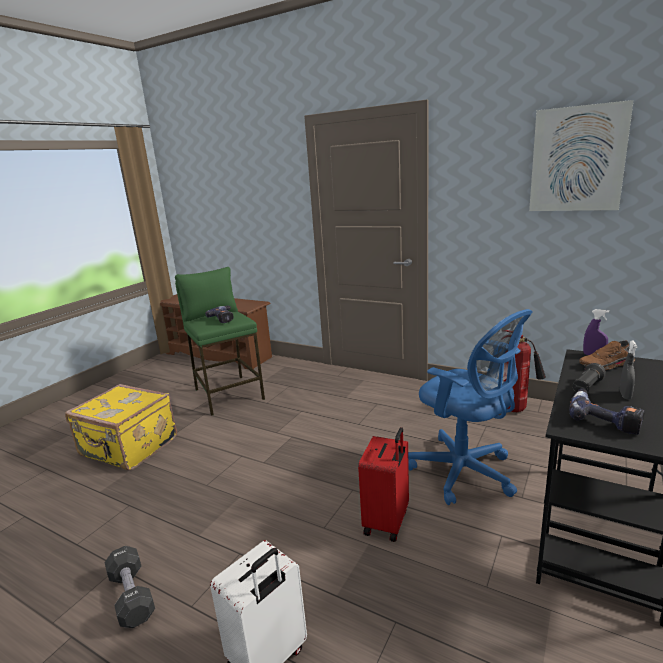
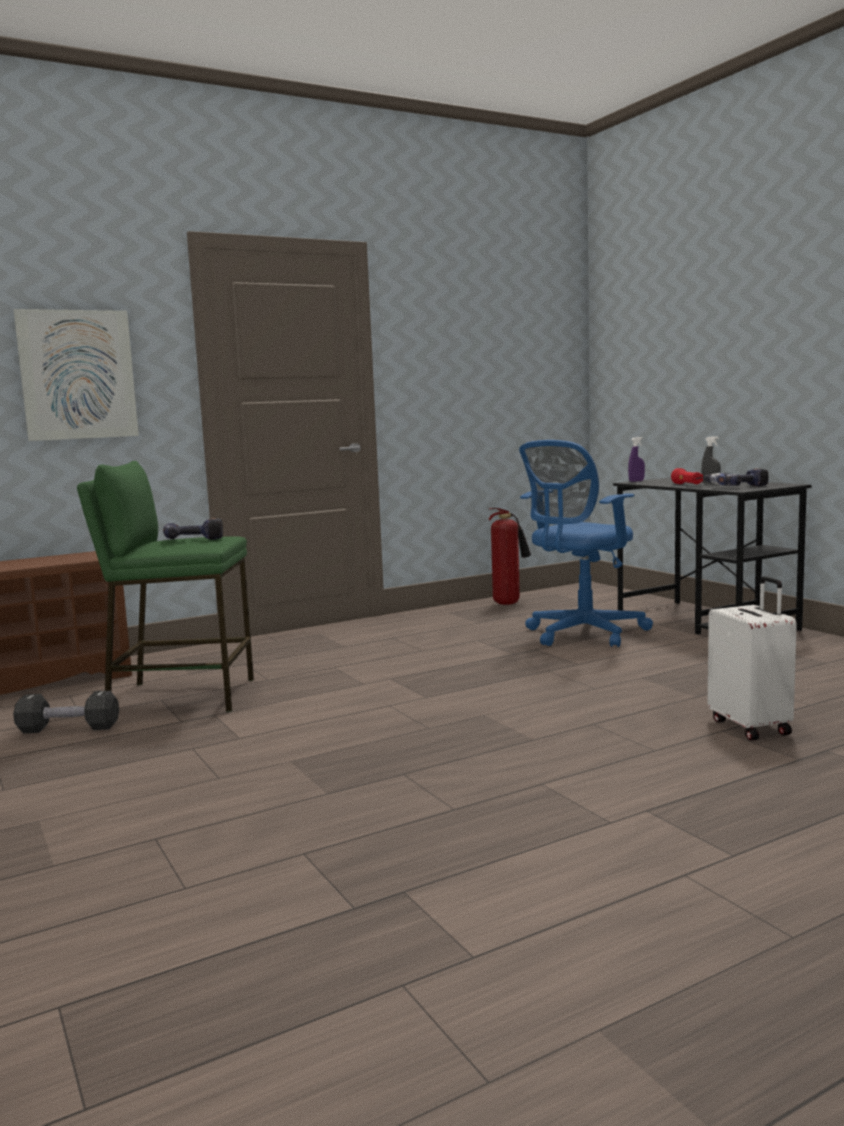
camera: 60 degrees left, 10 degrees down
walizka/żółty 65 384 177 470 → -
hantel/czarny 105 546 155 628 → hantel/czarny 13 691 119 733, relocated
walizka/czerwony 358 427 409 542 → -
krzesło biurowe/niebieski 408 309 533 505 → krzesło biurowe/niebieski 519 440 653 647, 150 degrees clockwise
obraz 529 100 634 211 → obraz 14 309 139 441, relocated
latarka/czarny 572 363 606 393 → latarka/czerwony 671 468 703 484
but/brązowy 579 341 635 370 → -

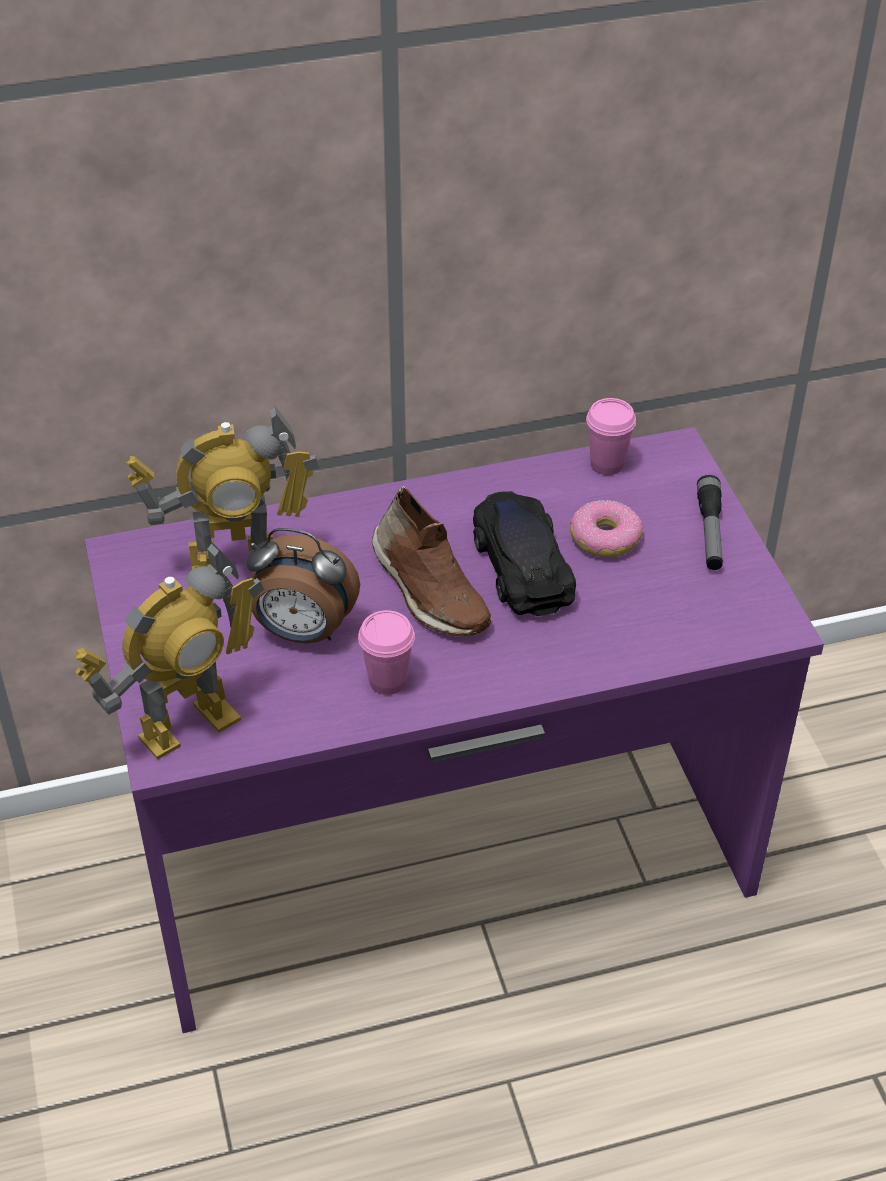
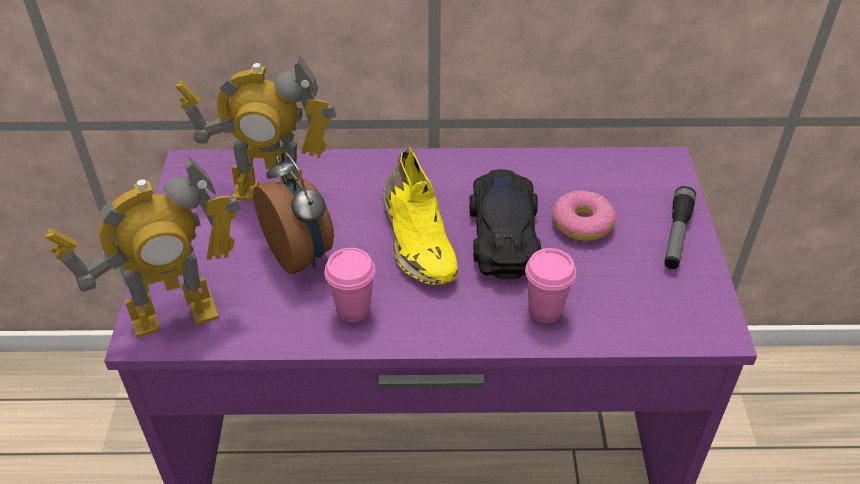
camera: 15 degrees right, 0 degrees up
budzik 246 528 360 643 → budzik 253 152 334 274, 150 degrees counterclockwise
but/brązowy 372 486 491 636 → but/żółty 383 147 458 285
filiżanka/różowy 586 398 636 475 → filiżanka/różowy 525 248 576 323, relocated

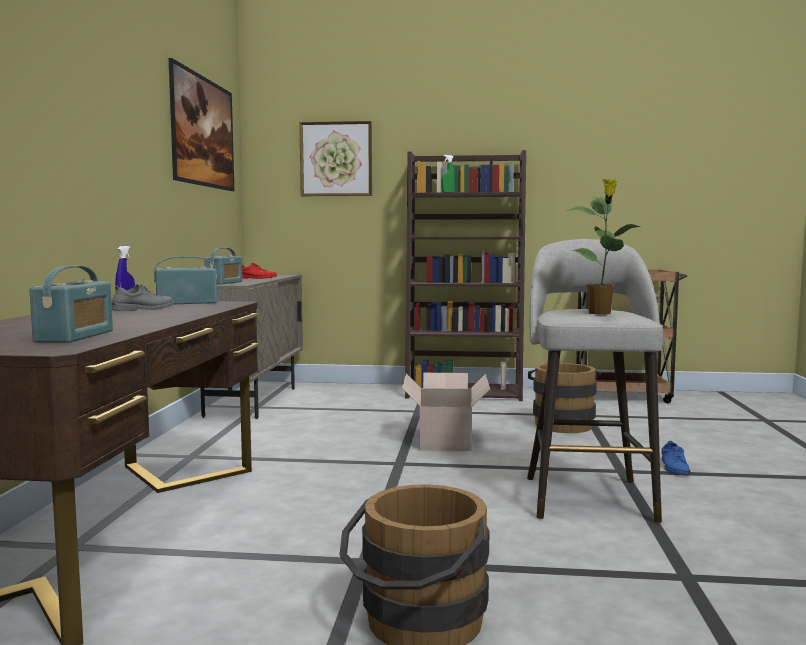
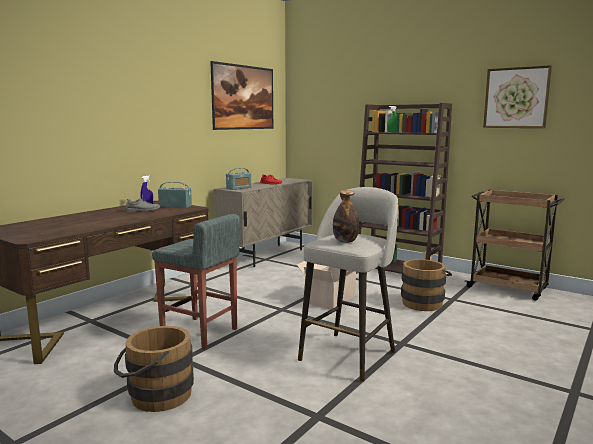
camera: 30 degrees right, 5 degrees up
radio 30 265 113 343 → -
obraz 299 121 372 196 → obraz 483 65 552 128, relocated
roślina doniczkowa 566 179 641 315 → butelka 333 190 359 243
but/niebieski 661 441 690 475 → -
- → stołek/szary 152 214 240 349

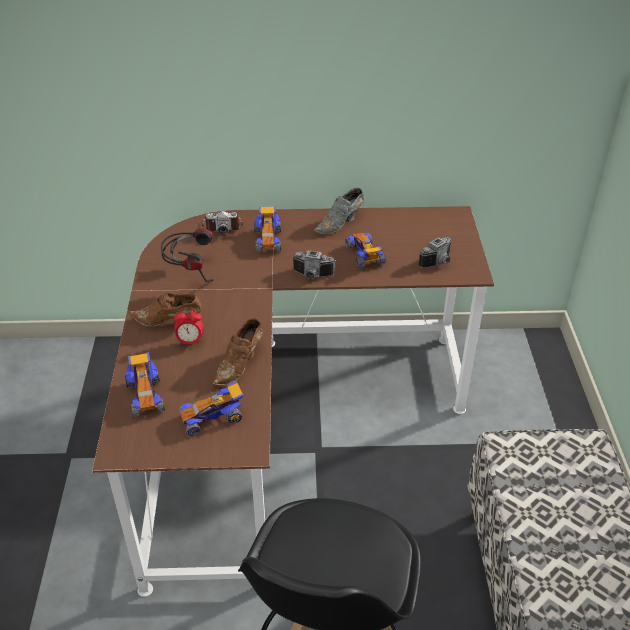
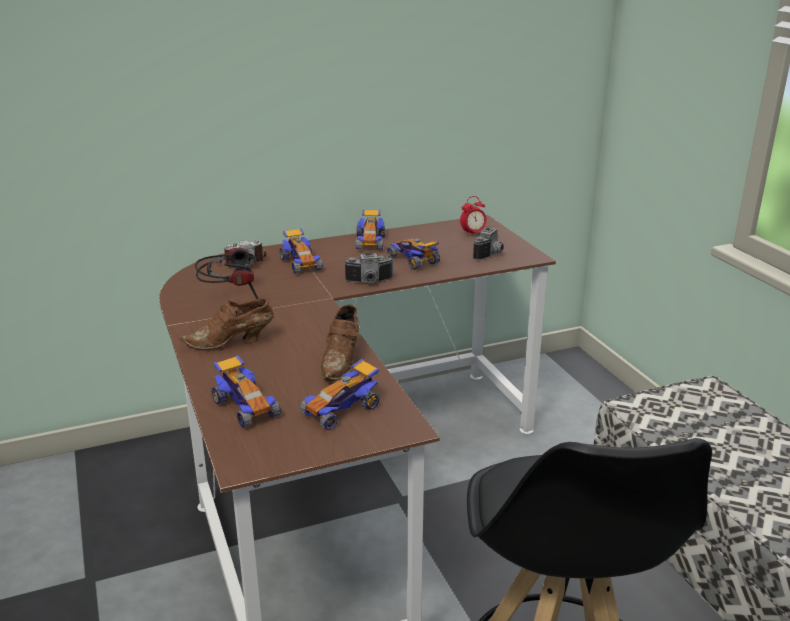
camera: 20 degrees left, 15 degrees down
budzik 174 307 204 347 → budzik 460 196 487 235, relocated
but/szary 314 188 364 235 → samochodzik 356 209 385 251

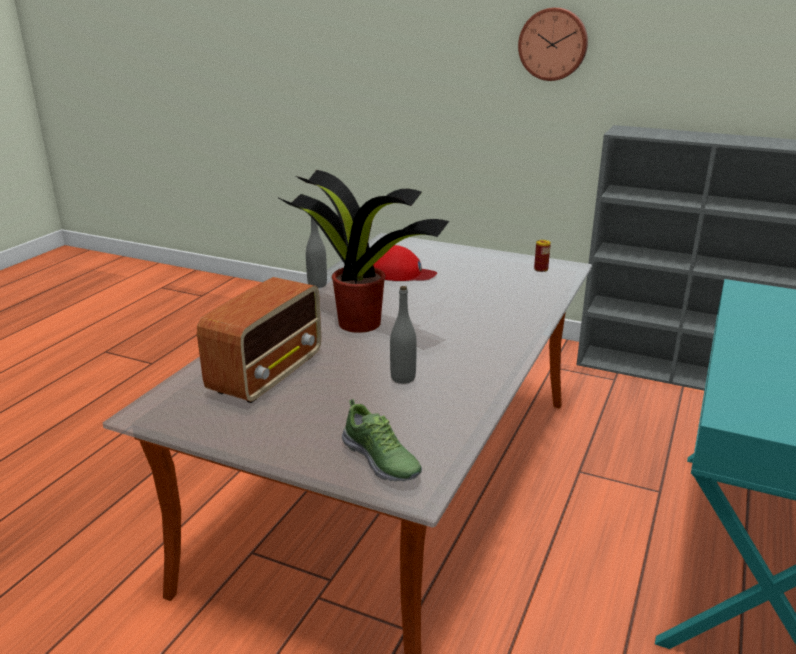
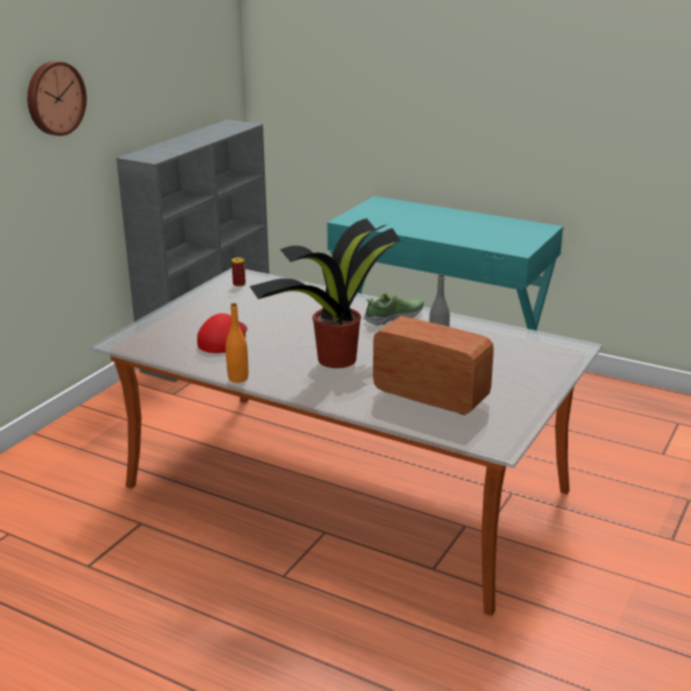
camera: 85 degrees left, 0 degrees up
butelka/szary 306 218 327 288 → butelka/pomarańczowy 226 303 248 383
but 342 399 422 482 → but 364 293 424 326, relocated

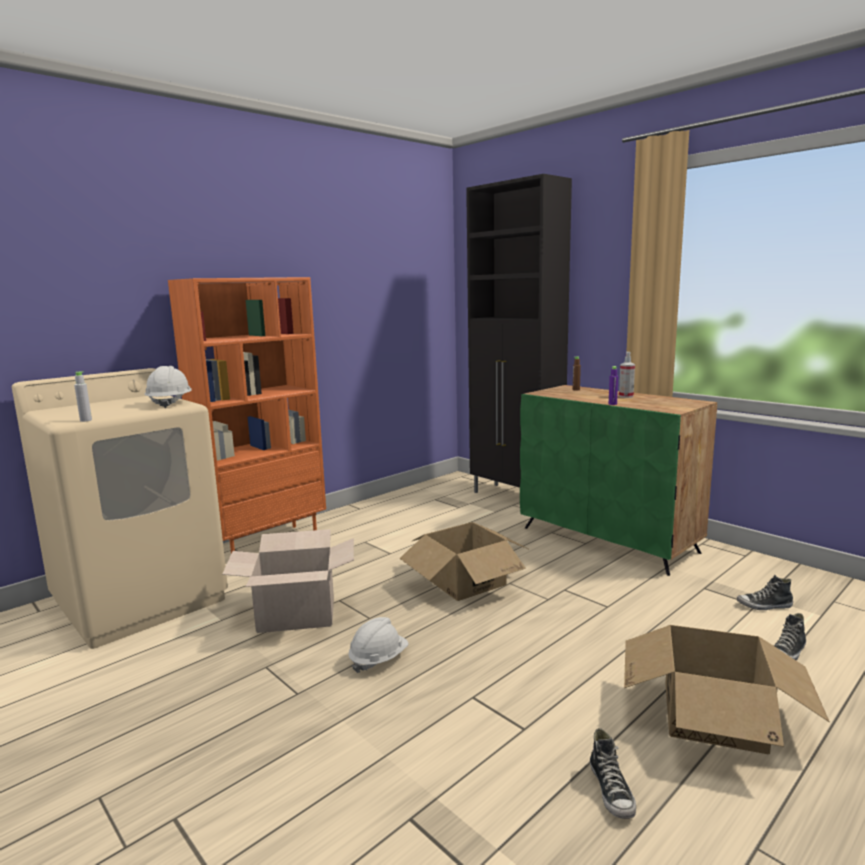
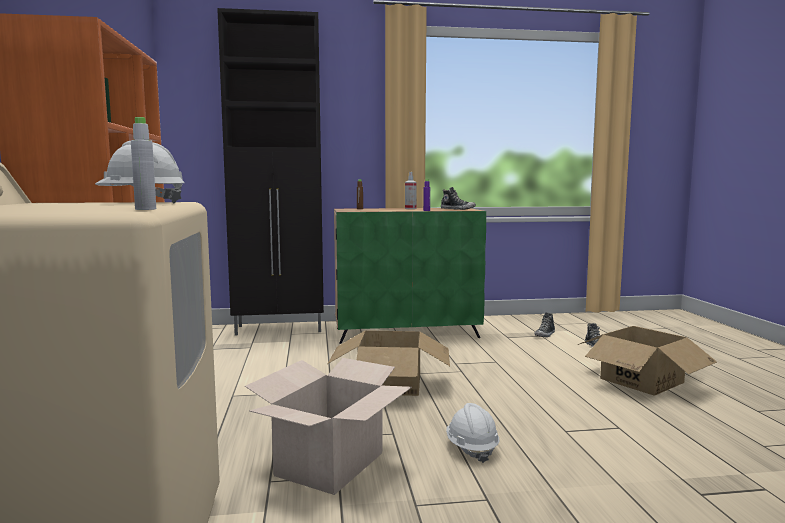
camera: 55 degrees left, 5 degrees down
but 590 728 636 819 → but 441 187 476 210, relocated

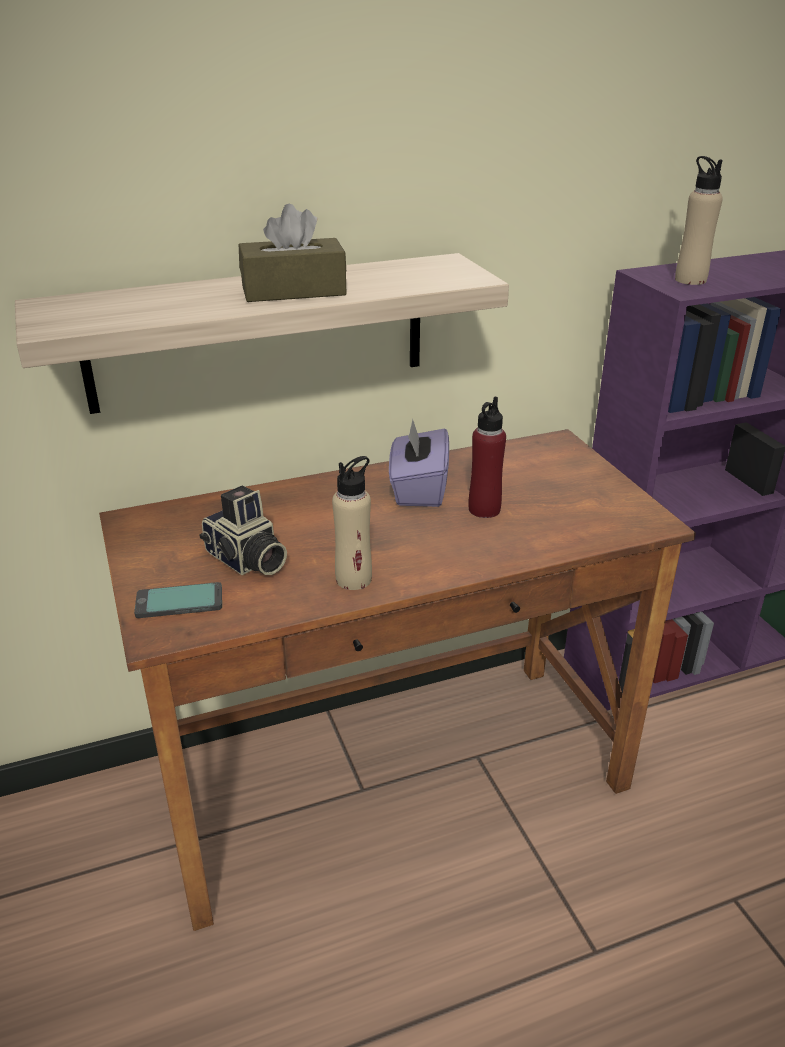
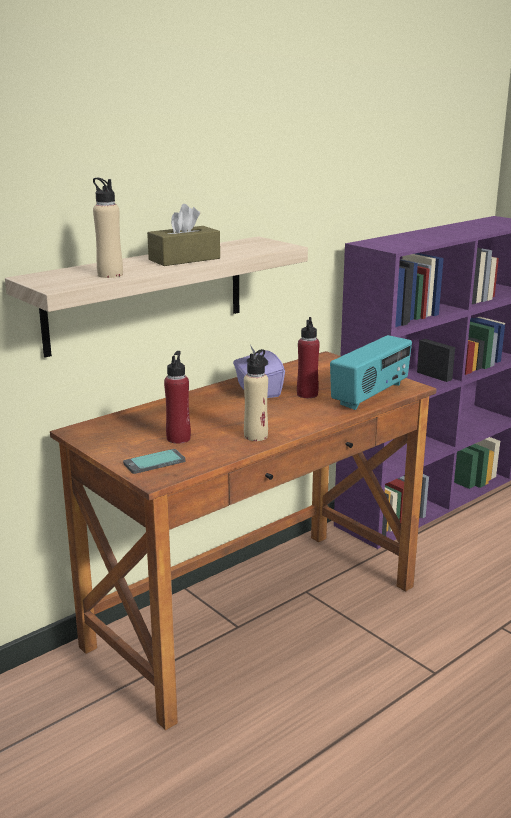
camera: 20 degrees left, 10 degrees down
aparat fotograficzny 199 486 287 575 → butelka/czerwony 164 351 191 444
butelka/beżowy 675 156 723 285 → butelka/beżowy 93 178 123 278, relocated
- → radio 330 335 412 410

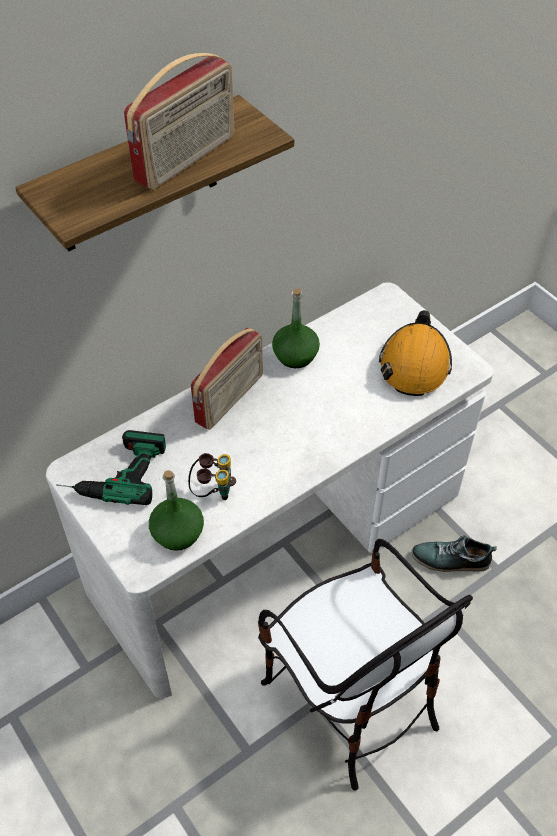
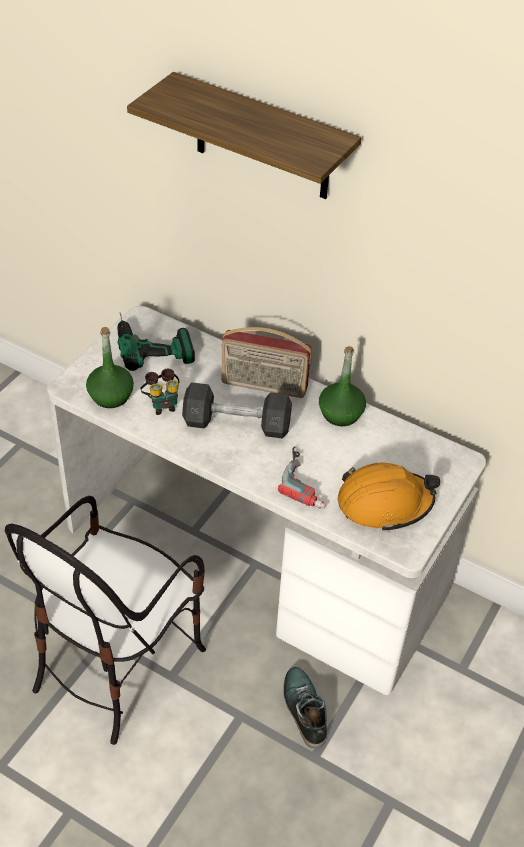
camera: 65 degrees right, 5 degrees down
radio 124 53 234 190 → -
- → hantel/szary 182 382 292 439
- → wiertarka 278 446 326 508

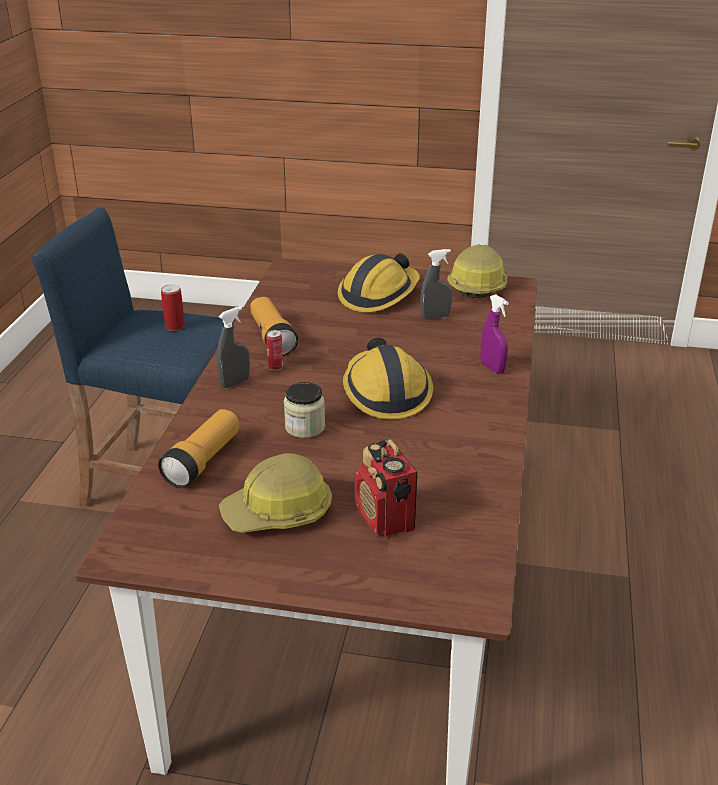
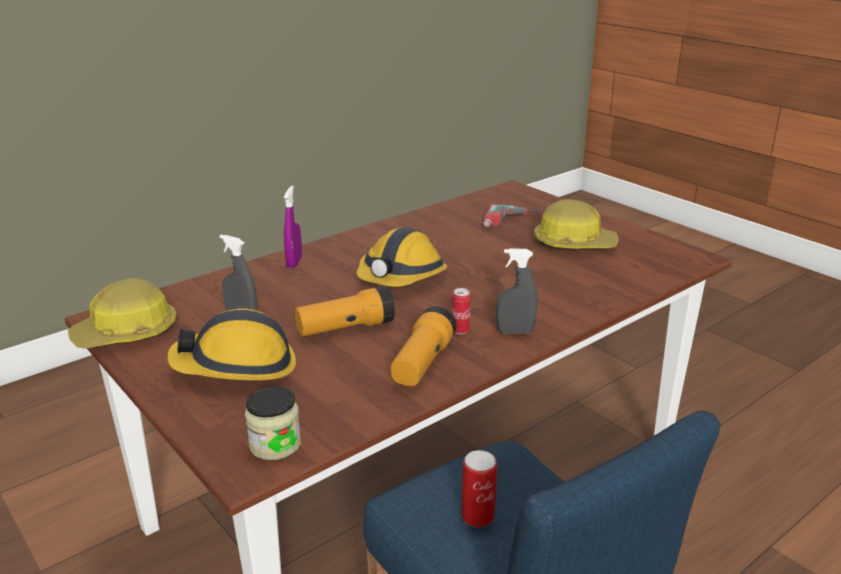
camera: 140 degrees left, 5 degrees down
latarka 158 409 240 488 → latarka 295 286 395 337, relocated
słoik 284 382 325 438 → słoik 245 386 301 460, relocated
radio 355 439 417 536 → wiertarka 483 204 544 227

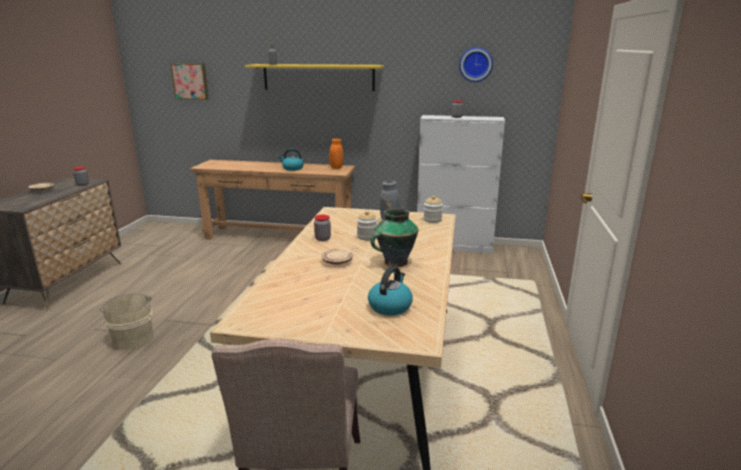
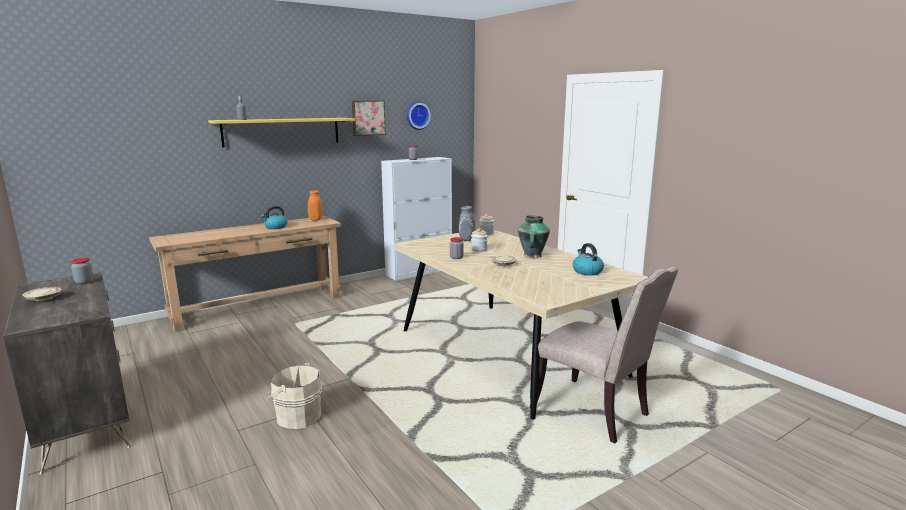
camera: 45 degrees left, 5 degrees down
obraz 170 63 209 100 → obraz 352 100 386 136, relocated

